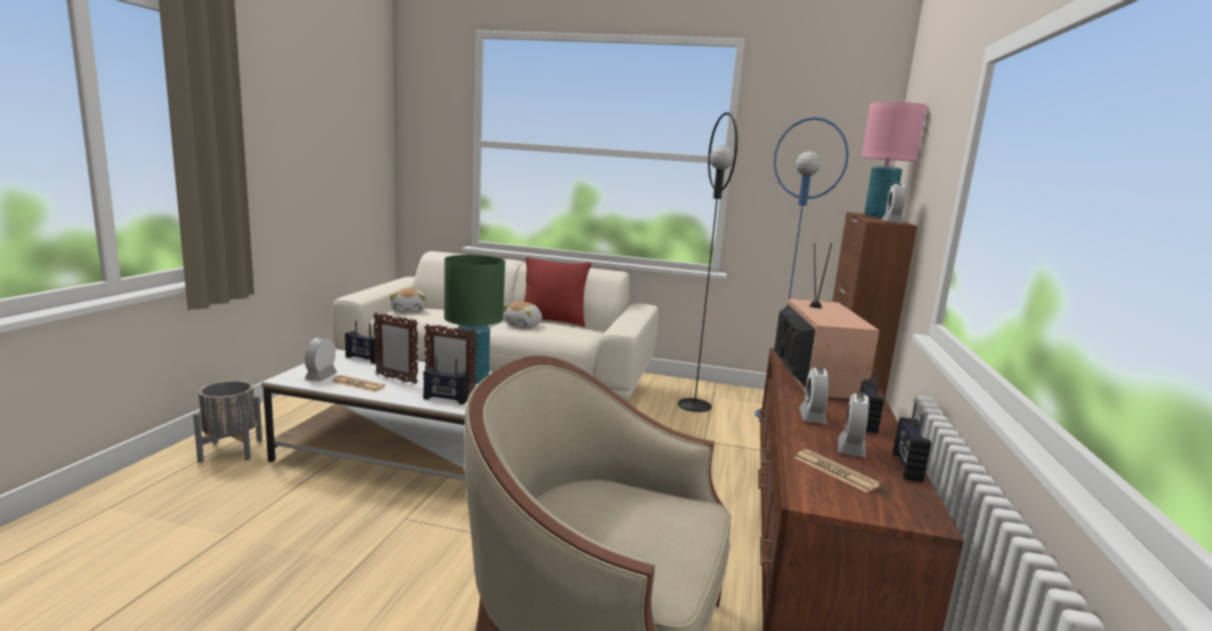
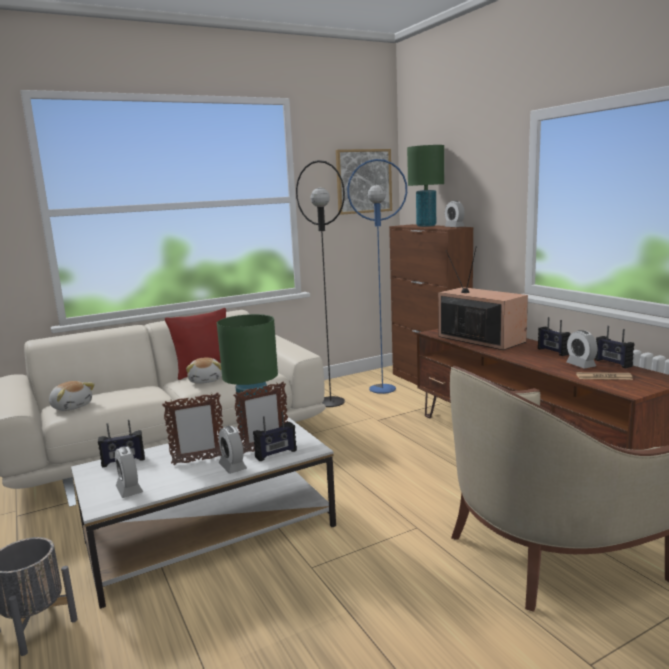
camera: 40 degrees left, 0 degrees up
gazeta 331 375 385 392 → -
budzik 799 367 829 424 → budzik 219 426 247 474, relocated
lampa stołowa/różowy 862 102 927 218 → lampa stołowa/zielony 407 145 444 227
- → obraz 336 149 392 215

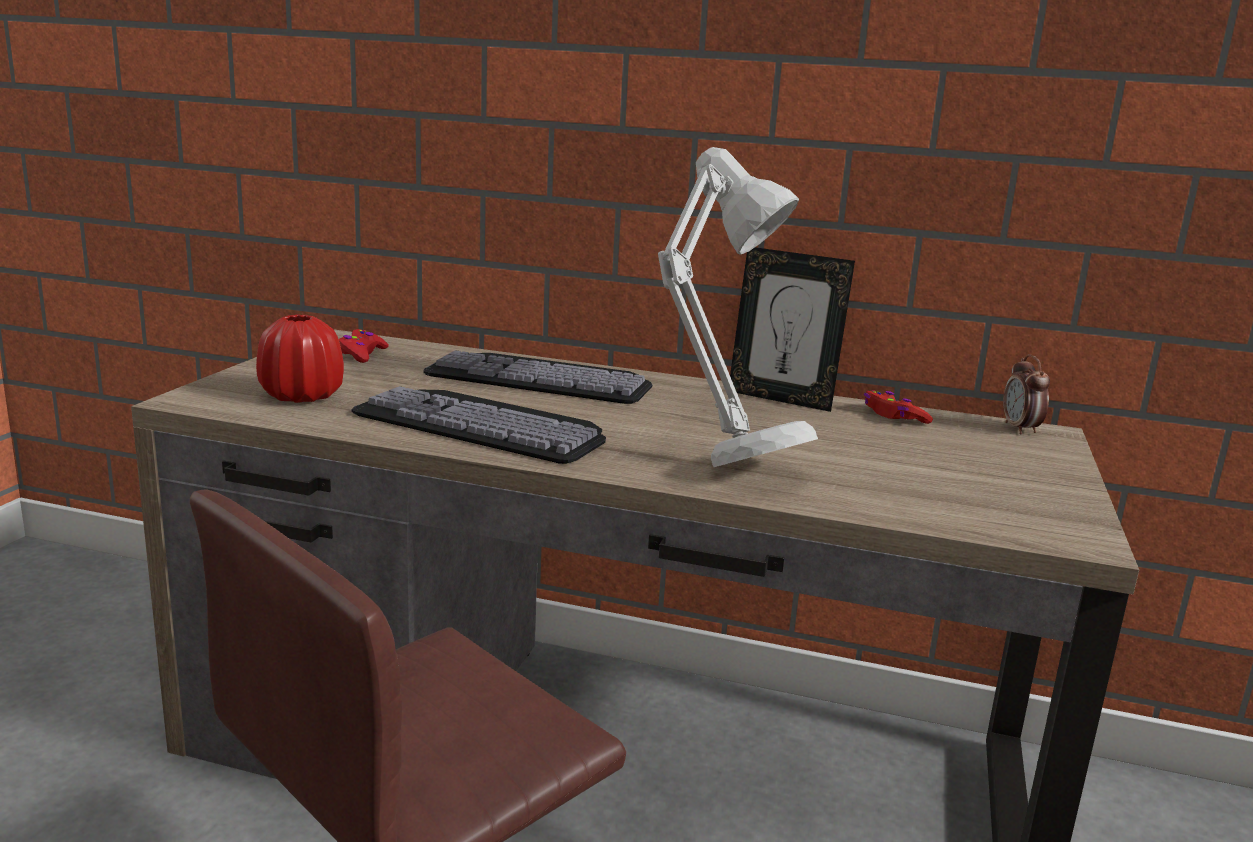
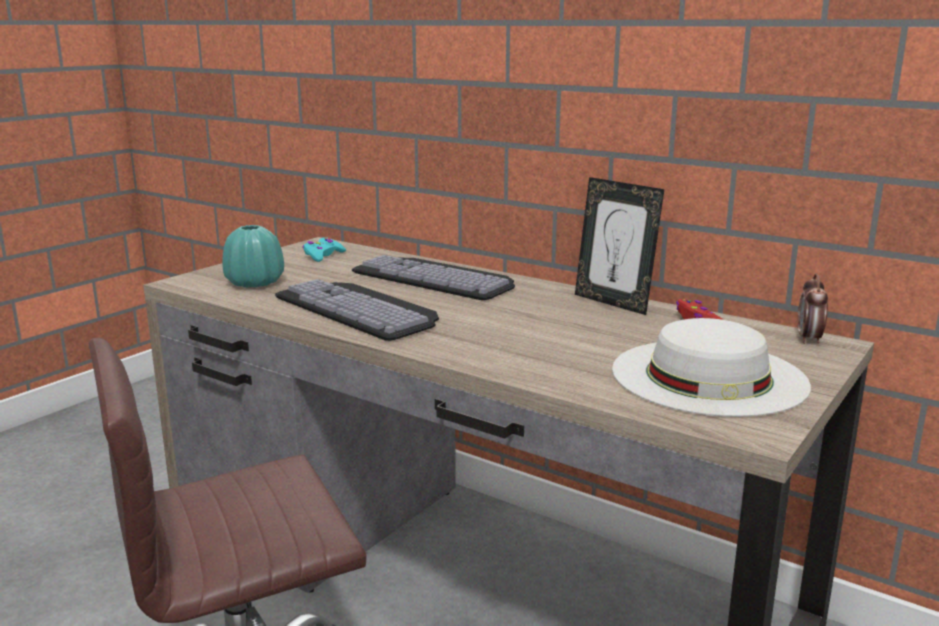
camera: 20 degrees right, 0 degrees up
wazon/czerwony 256 314 344 403 → wazon/turkusowy 222 225 284 287
pad do gier/czerwony 339 329 389 363 → pad do gier/turkusowy 302 237 346 262
lampa stołowa/szary 658 147 818 467 → -
- → kapelusz/biały 612 318 811 417

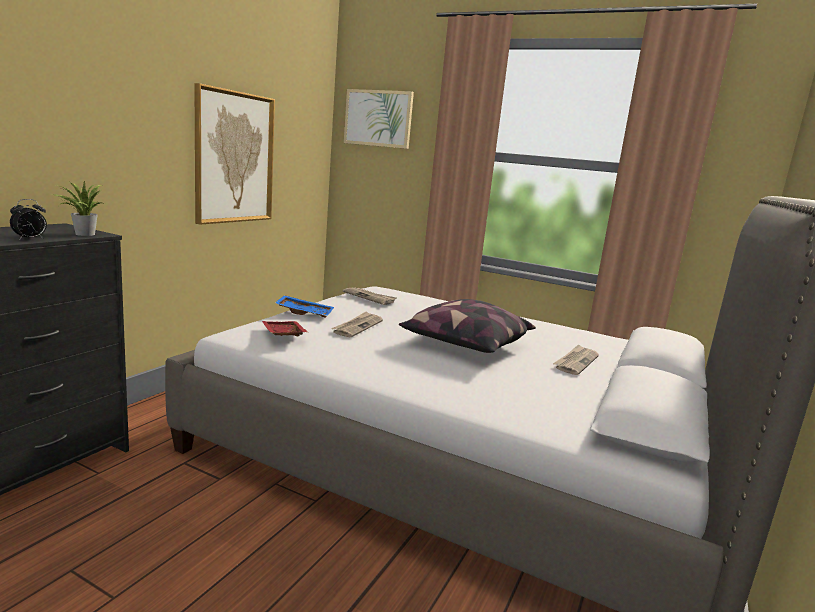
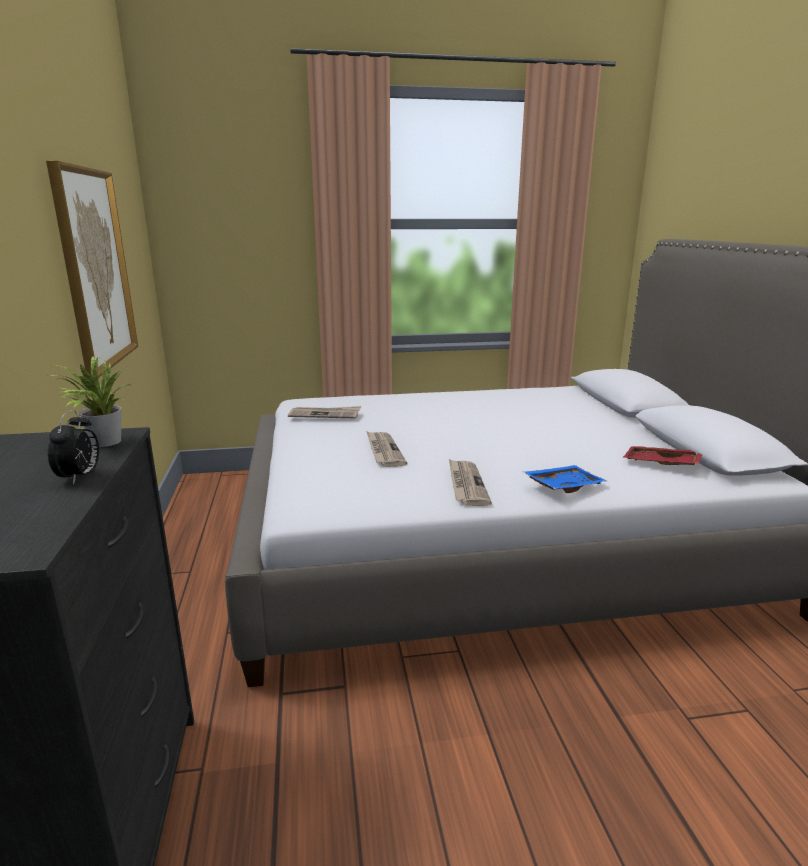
camera: 35 degrees left, 5 degrees up
taca/czerwony 262 321 308 336 → taca/czerwony 623 446 702 465, relocated
taca/niebieski 275 295 334 317 → taca/niebieski 523 465 607 493, relocated
obraz 344 89 414 149 → -
poduszka 399 299 536 353 → -
gazeta 553 344 599 375 → gazeta 449 459 492 506, relocated

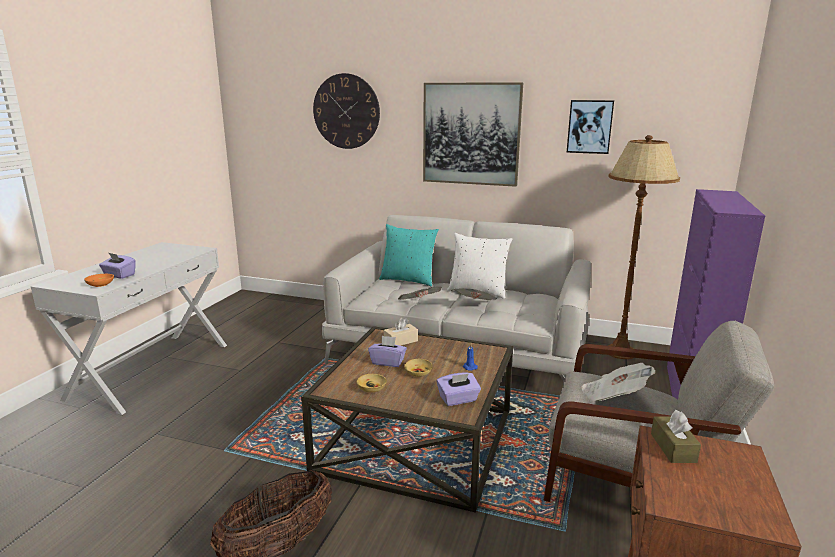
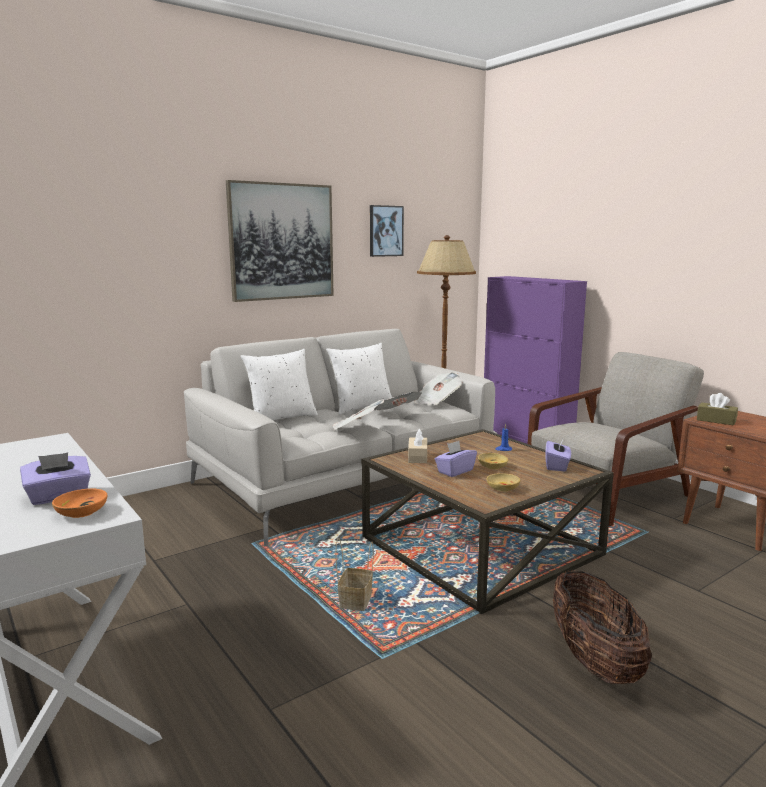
camera: 55 degrees left, 5 degrees down
zegar ścienny 313 73 380 149 → -
poduszka/turkusowy 379 224 439 286 → poduszka/biały 241 349 318 420
gazeta 581 363 655 402 → gazeta 414 372 462 405, relocated
- → koszyk 336 538 374 611

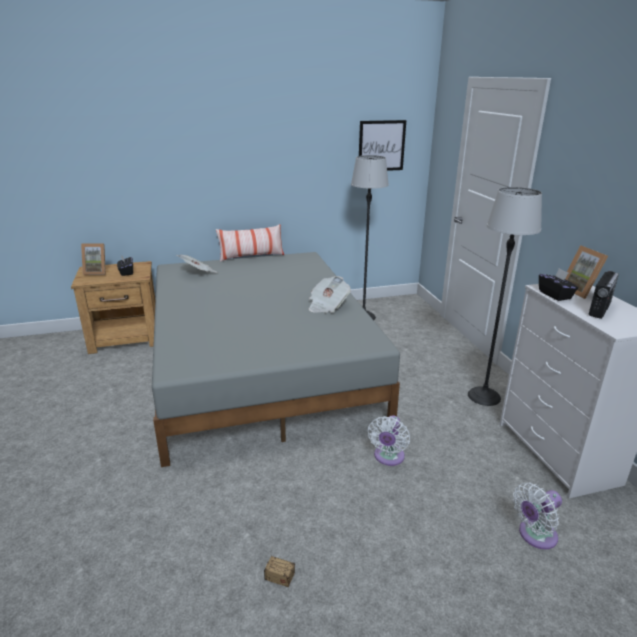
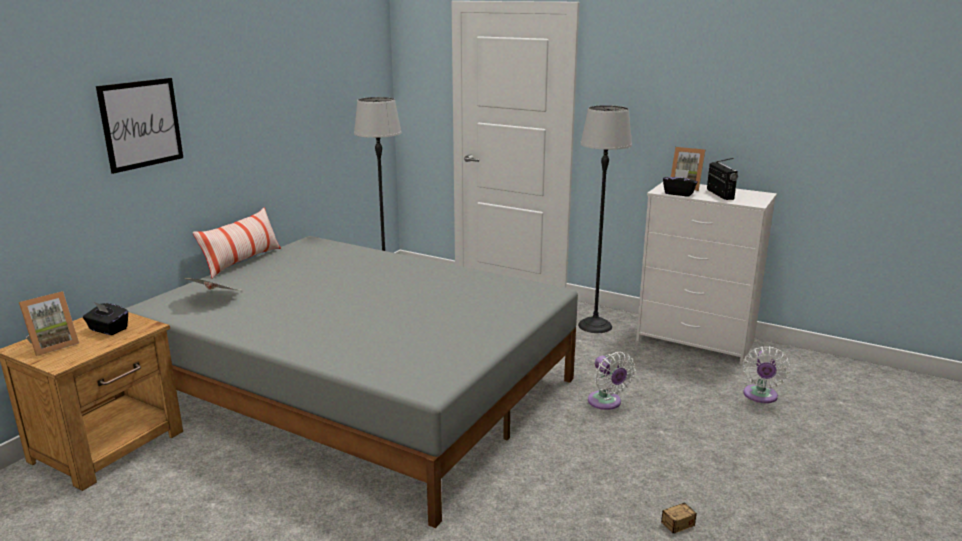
camera: 45 degrees left, 5 degrees down
gazeta 309 276 350 313 → -
obraz 359 120 406 171 → obraz 96 78 183 174, relocated

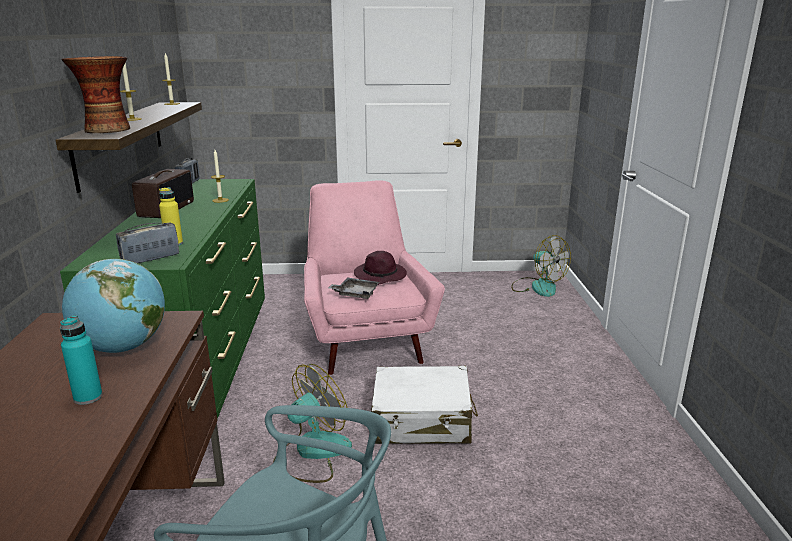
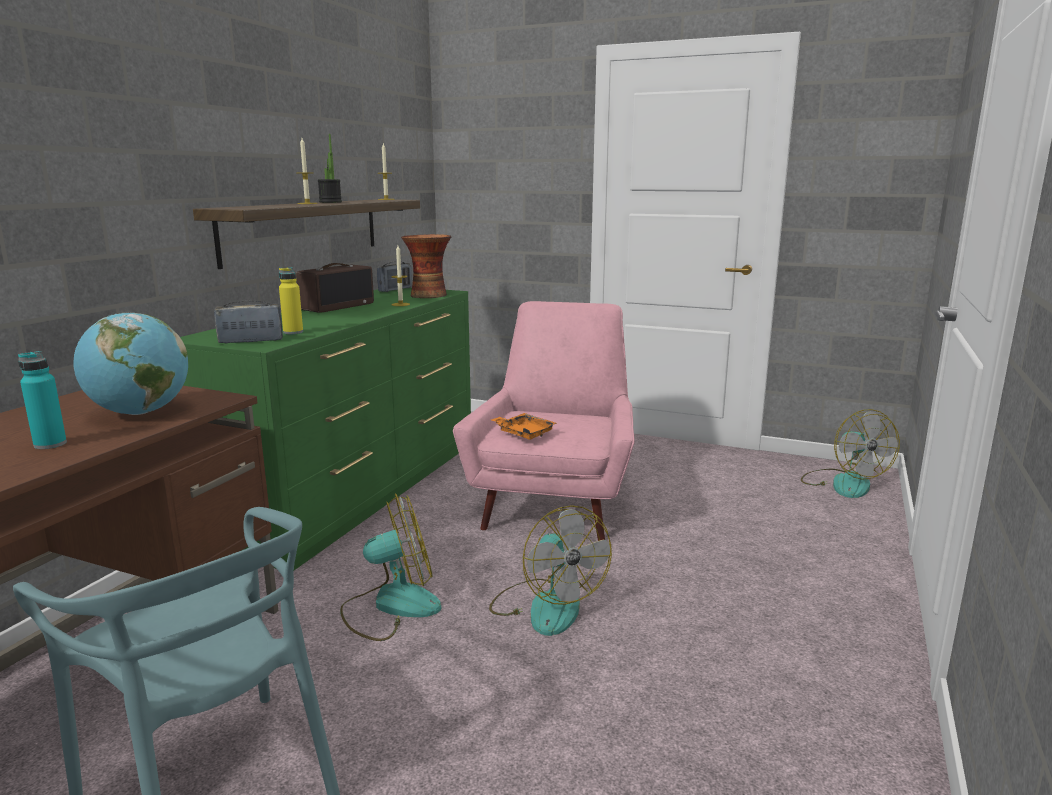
camera: 25 degrees right, 5 degrees down
wazon 62 56 130 133 → wazon 401 234 451 298, relocated
taca/szary 328 277 379 299 → taca/pomarańczowy 492 413 557 440
kapelusz/fioletowy 354 251 407 285 → -
walizka/biały 371 366 478 444 → wentylator 489 505 612 636
- → roślina doniczkowa 318 134 342 203

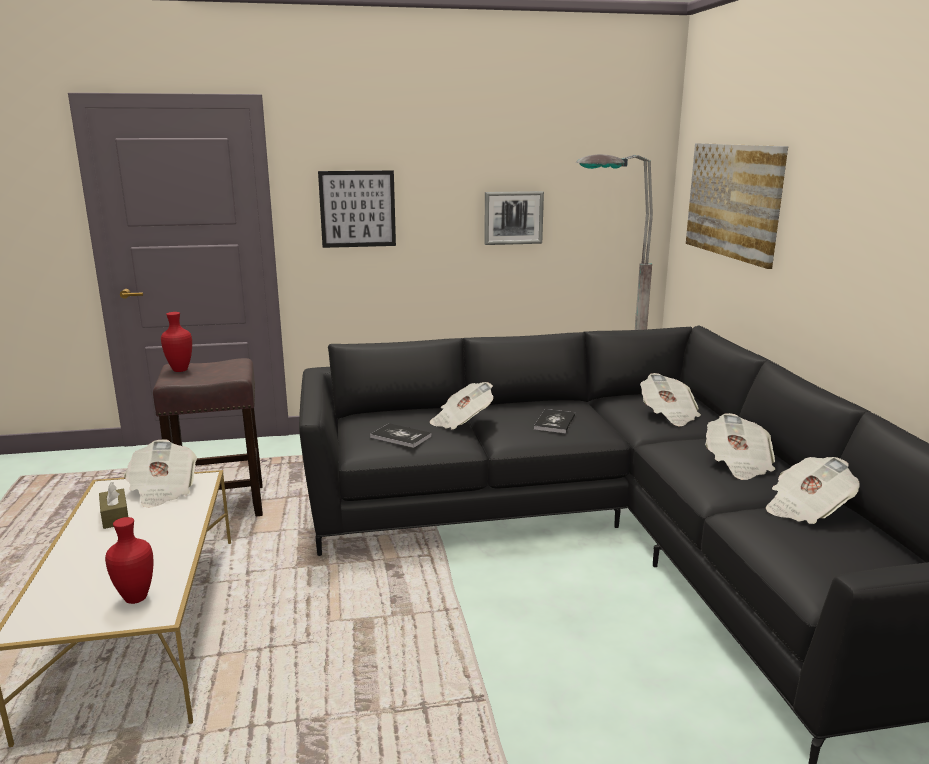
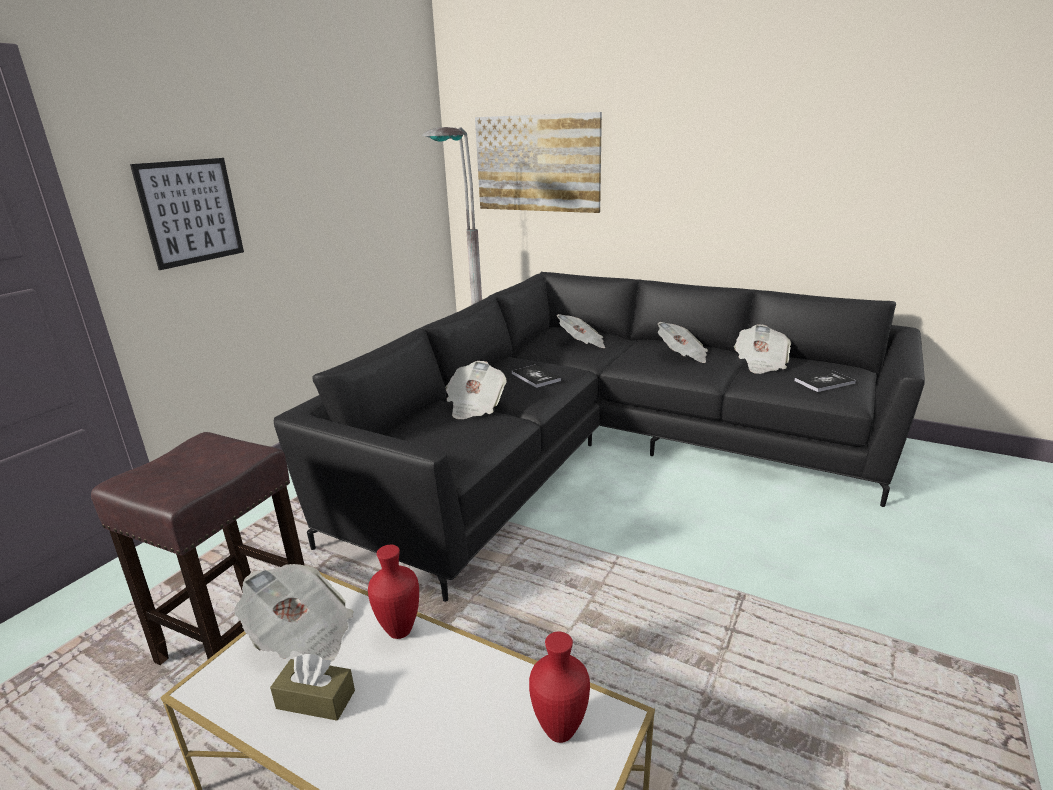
camera: 50 degrees left, 5 degrees up
wazon/czerwony 161 312 192 372 → wazon/czerwony 368 545 419 639, relocated
książka 370 423 432 448 → książka 794 370 856 392, relocated
obraz 484 191 544 245 → -

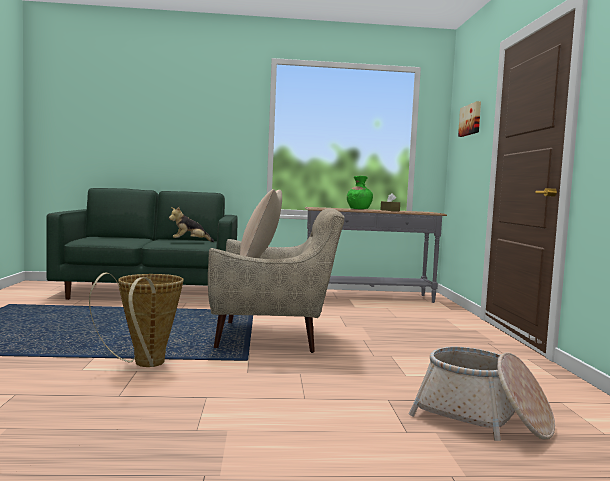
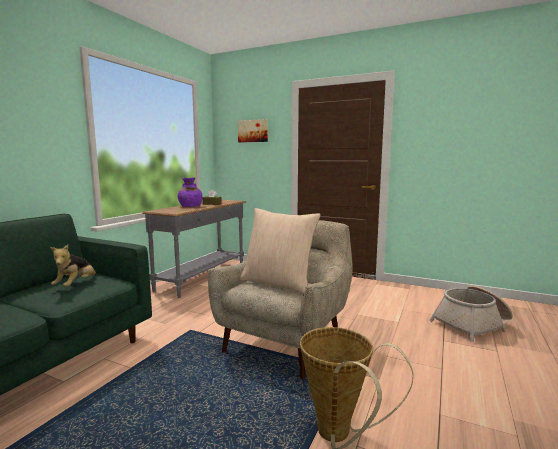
camera: 60 degrees left, 5 degrees up
wazon/zielony 347 176 373 209 → wazon/fioletowy 177 177 203 207

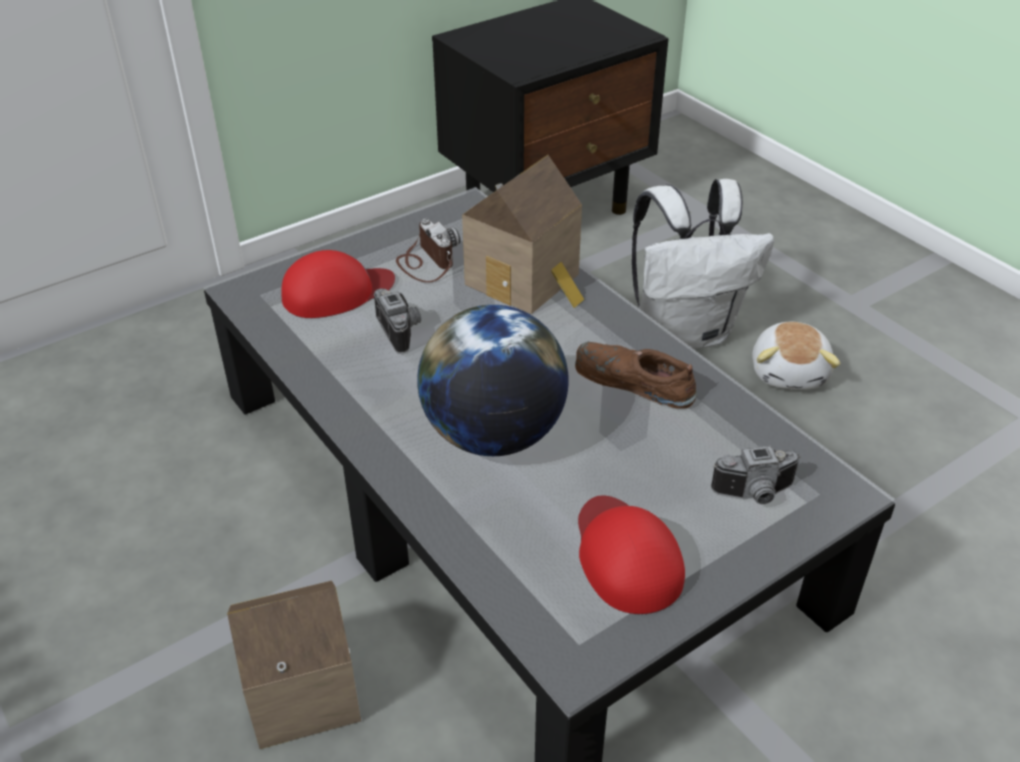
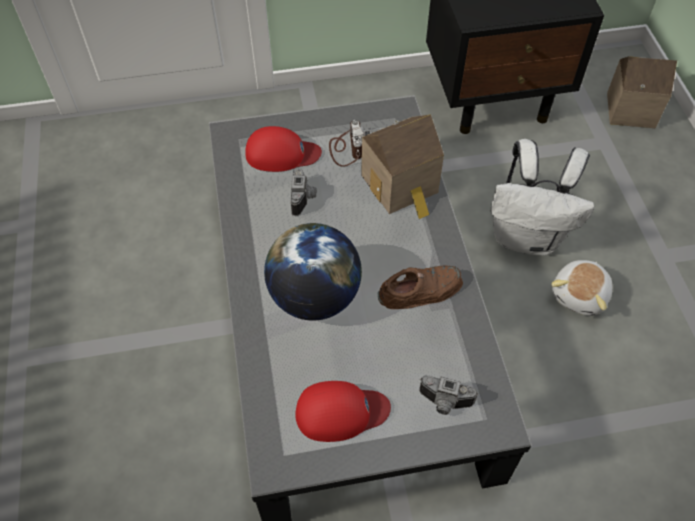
camera: 25 degrees right, 15 degrees up
domek 227 581 361 749 → domek 607 56 677 129, relocated
but/brązowy 575 342 697 409 → but/brązowy 377 266 463 309, 105 degrees clockwise
czapka z daszkiem/czerwony 578 495 685 614 → czapka z daszkiem/czerwony 295 381 391 442, 75 degrees clockwise

